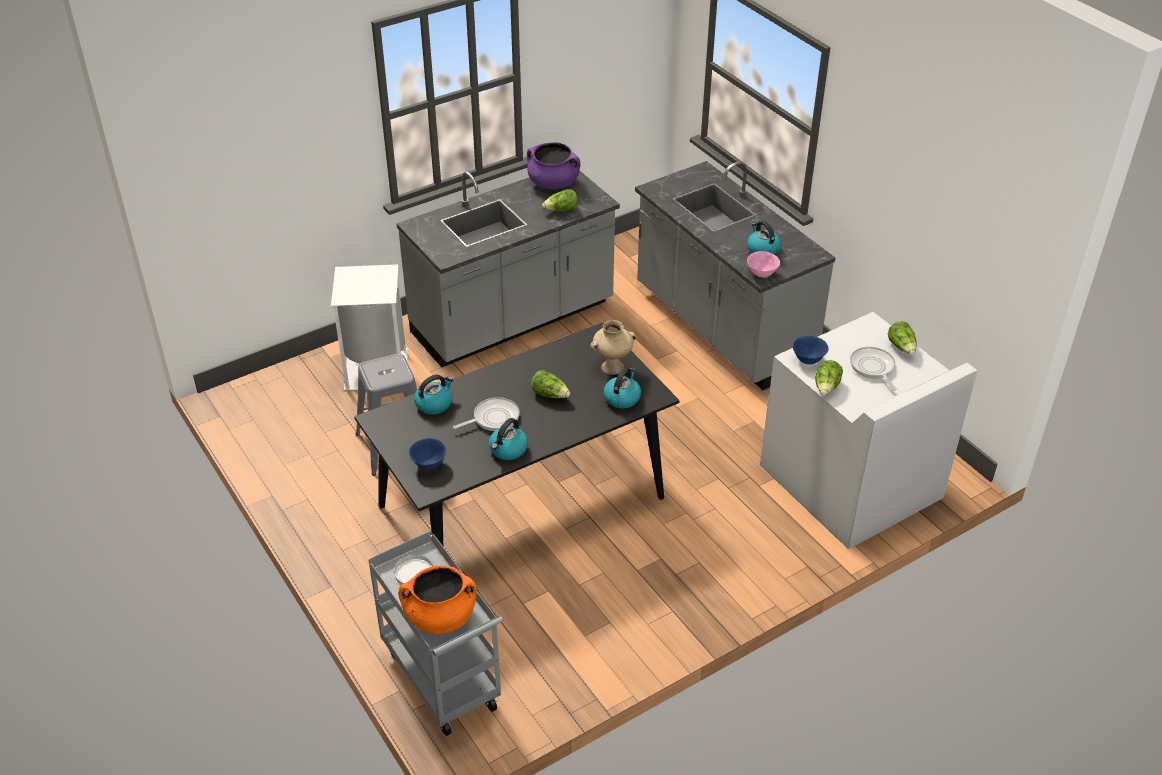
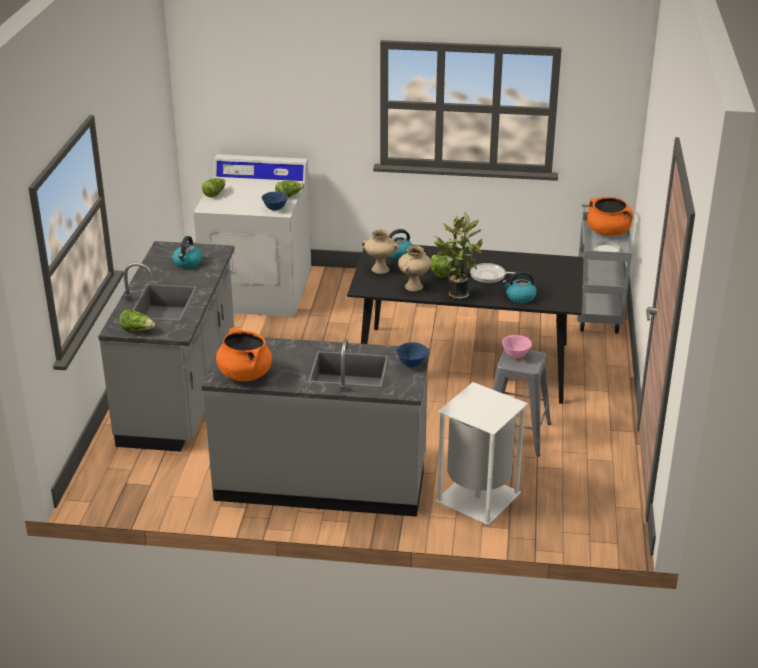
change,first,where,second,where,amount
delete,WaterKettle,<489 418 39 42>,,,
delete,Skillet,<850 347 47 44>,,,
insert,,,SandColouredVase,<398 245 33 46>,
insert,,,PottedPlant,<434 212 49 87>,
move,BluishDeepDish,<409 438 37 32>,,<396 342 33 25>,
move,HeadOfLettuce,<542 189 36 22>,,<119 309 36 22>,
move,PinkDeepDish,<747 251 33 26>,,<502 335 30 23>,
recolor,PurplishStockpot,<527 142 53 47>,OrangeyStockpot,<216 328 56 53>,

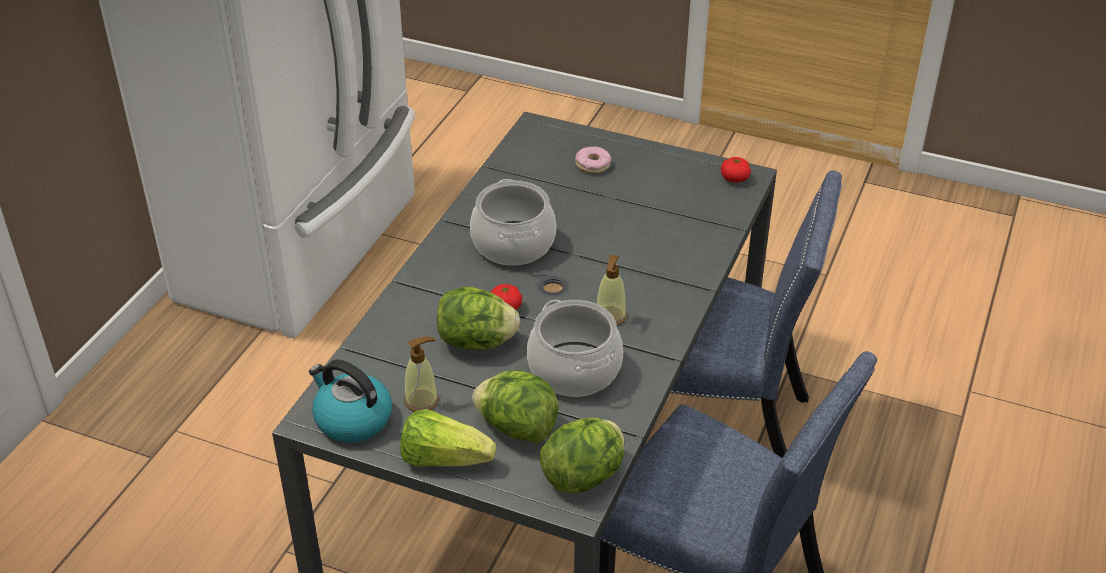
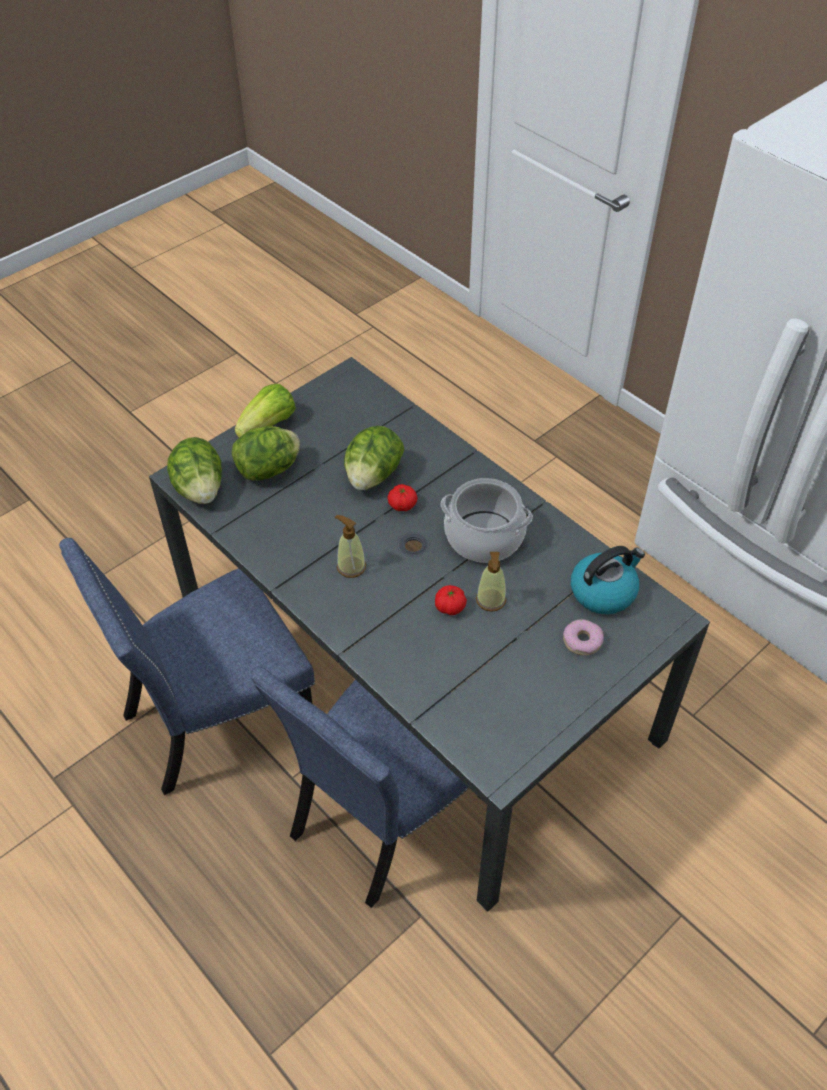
change,first,where,second,where,amount
delete,Stockpot,<527 300 96 97>,,,
move,WaterKettle,<309 360 83 83>,,<571 546 74 68>,
move,SoapDispenser,<404 337 35 75>,,<476 552 30 60>,
move,FreshTomato,<721 157 30 26>,,<435 585 32 30>,

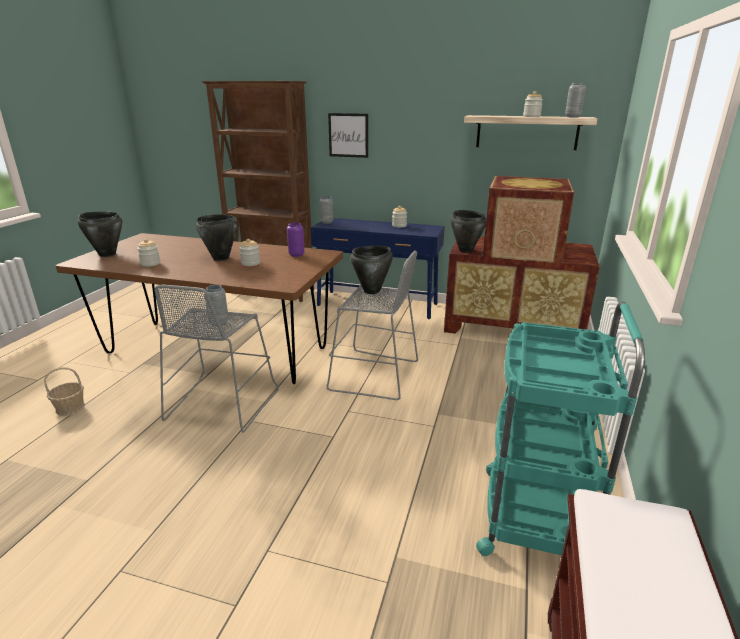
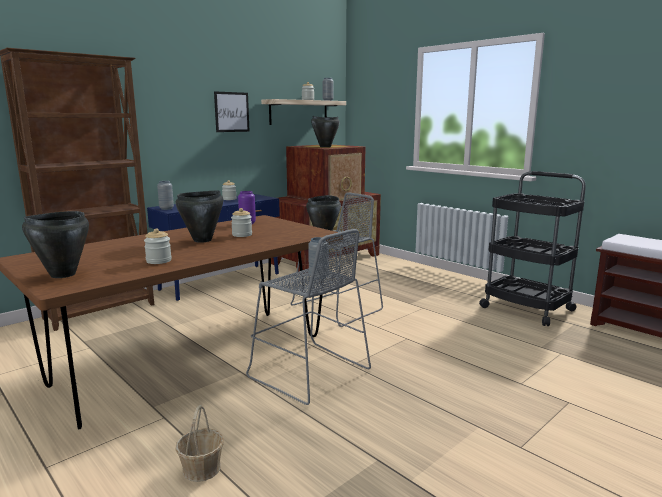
change,first,where,second,where,amount
move,Picture,<328 113 40 45>,,<214 91 36 41>,
move,BlackStockpot,<450 210 36 43>,,<311 116 29 31>,
recolor,TurquoiseColouredTrolley,<476 302 169 254>,BlackTrolley,<479 171 107 155>,

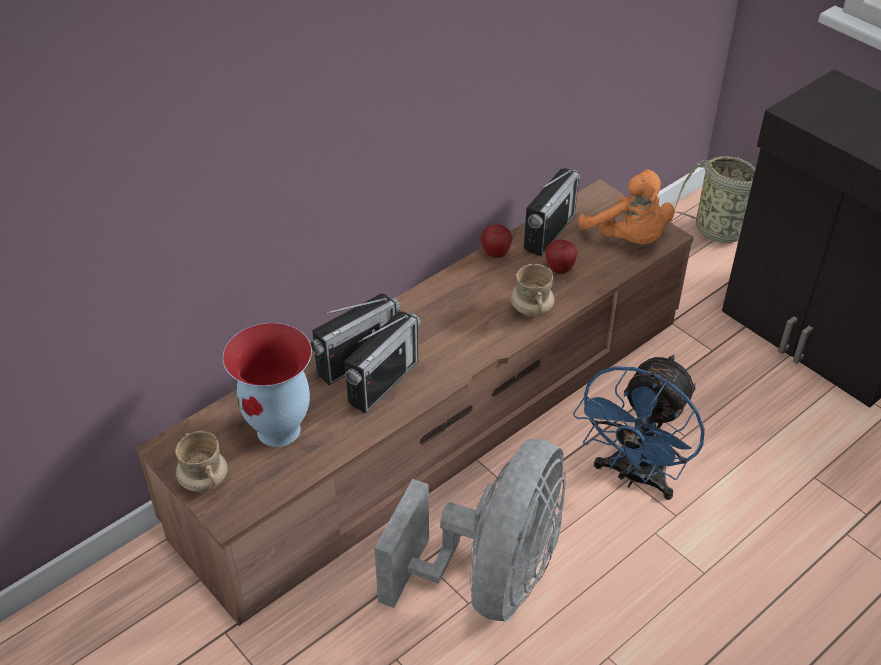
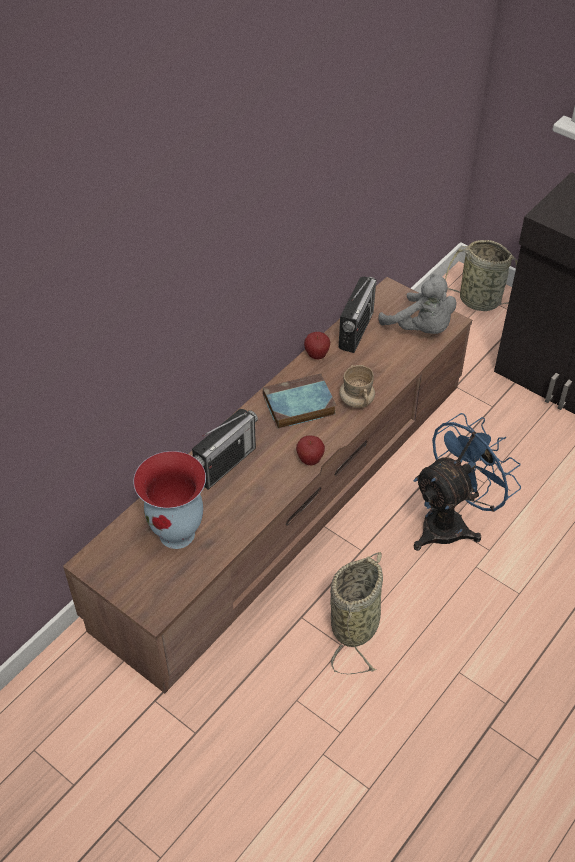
change,first,where,second,where,amount
delete,SandColouredMug,<175 431 53 61>,,,
delete,RadioReceiver,<345 312 76 101>,,,
insert,,,Book,<263 374 74 55>,
move,AppleFruit,<545 240 33 34>,,<296 435 29 30>,
replace,GreyCoolingFan,<374 438 192 183>,HouseholdBasket,<330 552 53 122>,
recolor,OrangeyCuddlyToy,<578 169 97 75>,GreyCuddlyToy,<378 274 78 60>,
rotate,BluishCoolingFan,<573 355 132 145>,,<413 413 108 138>,150 degrees counterclockwise

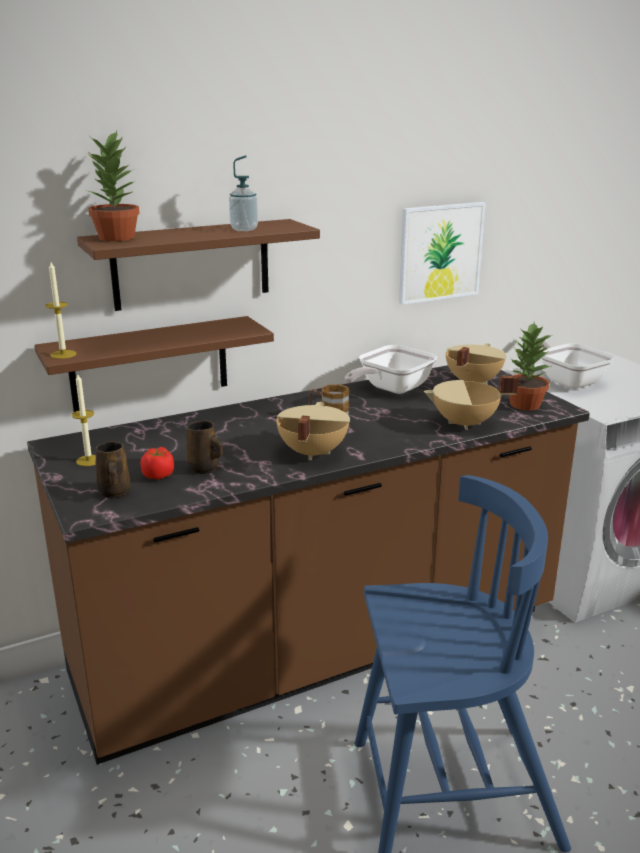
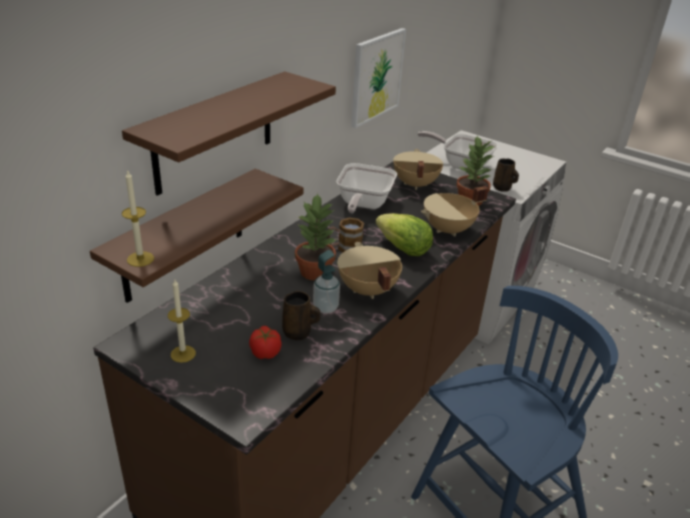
change,first,where,second,where,amount
insert,,,HeadOfLettuce,<376 213 57 43>,
move,PottedPlant,<87 131 53 110>,,<295 193 43 88>,
move,BrownMug,<95 441 36 57>,,<493 158 26 34>,
move,SoapDispenser,<229 155 29 76>,,<313 250 27 64>,

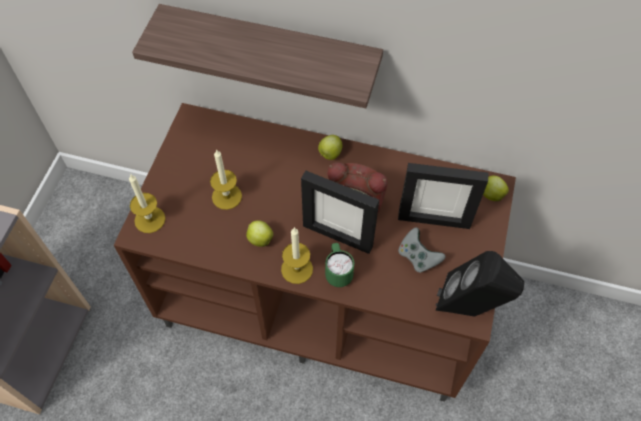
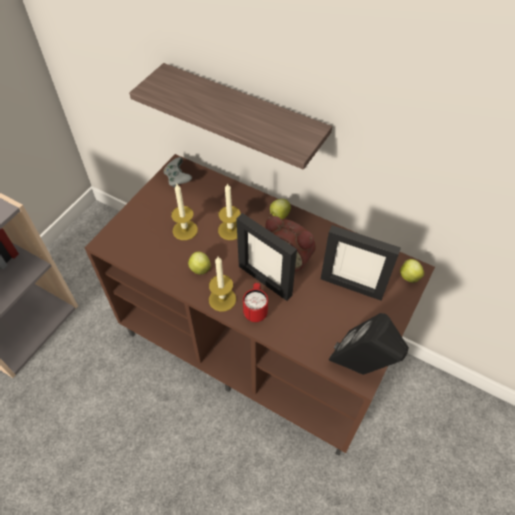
change,first,where,second,where,amount
move,WaxLight,<129 175 37 58>,,<218 183 23 57>,
move,GreyGameController,<398 227 48 46>,,<164 157 28 31>,
recolor,GreenishMug,<325 243 29 44>,RedColouredMug,<243 283 25 39>,

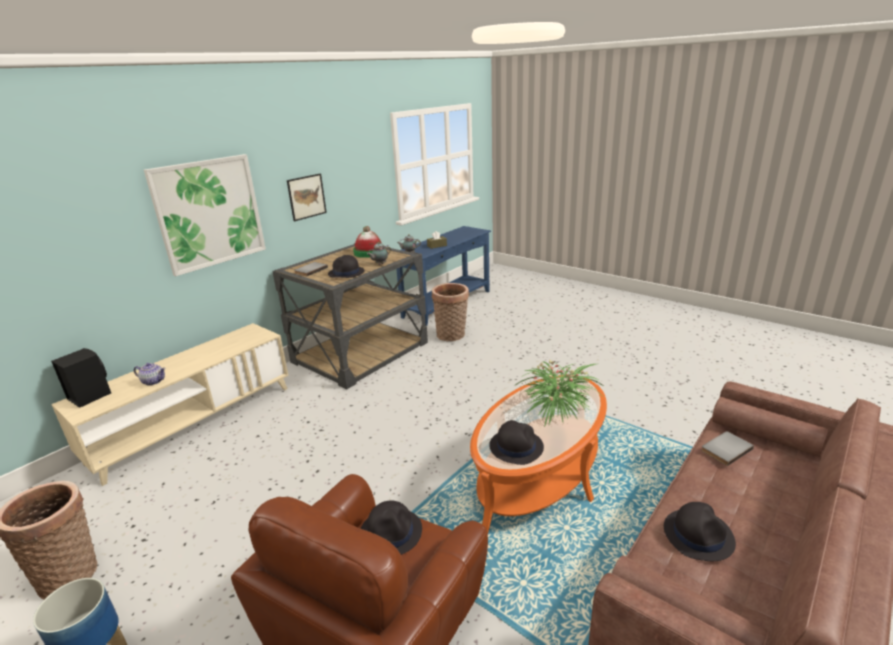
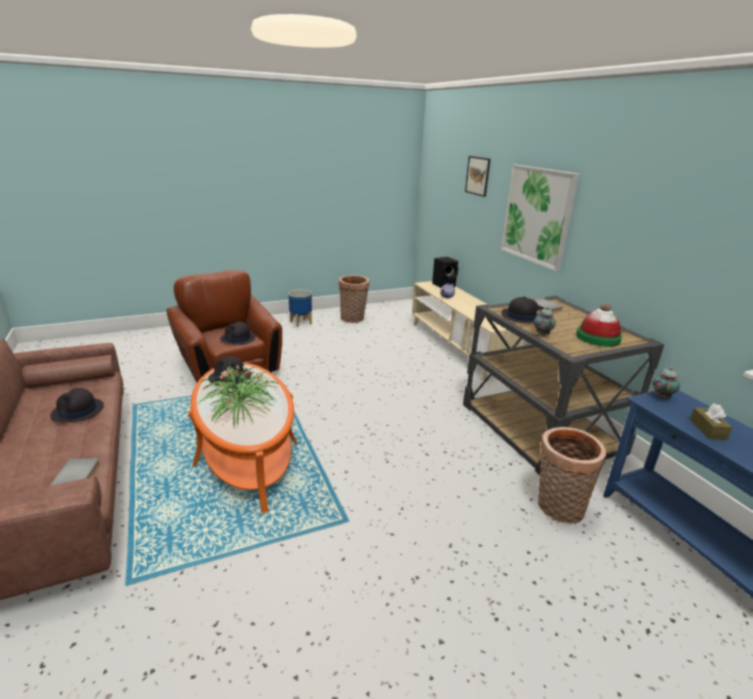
change,first,where,second,where,amount
move,Picture,<287 174 40 47>,,<465 156 25 41>,

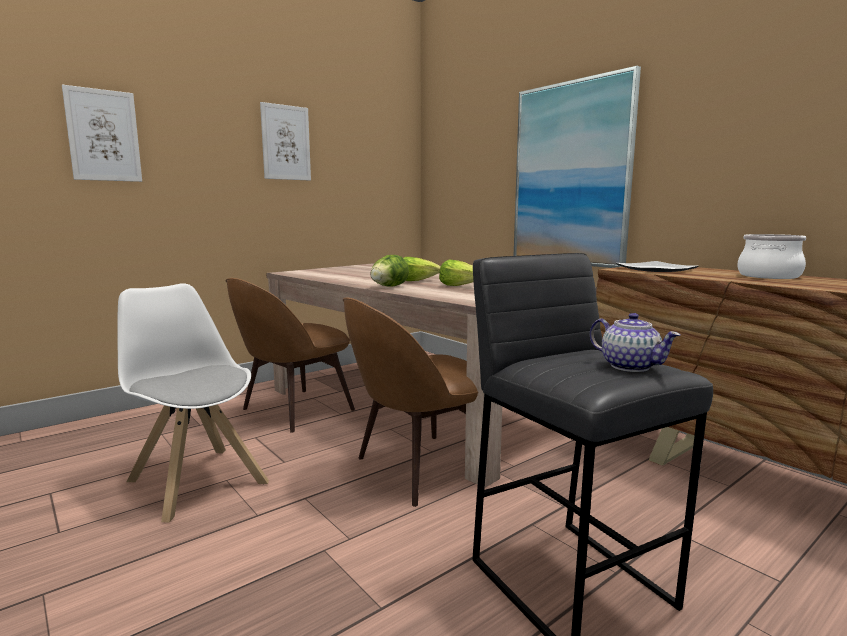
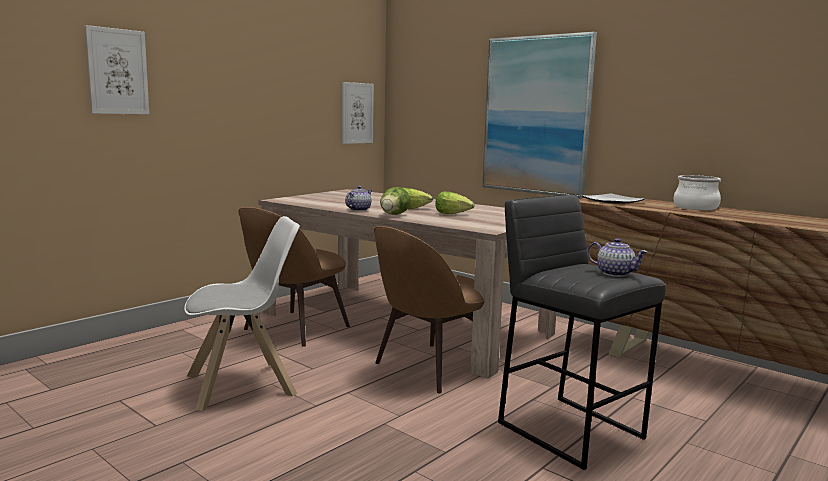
change,first,where,second,where,amount
insert,,,TeaPot,<345 186 27 25>,
move,Picture,<260 102 51 79>,,<342 82 32 62>,
rotate,UprightChair,<117 283 152 240>,,<184 216 116 195>,120 degrees clockwise

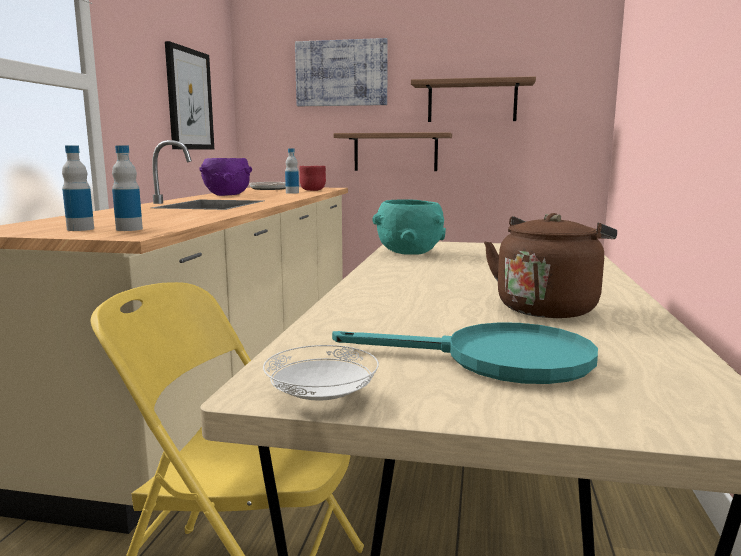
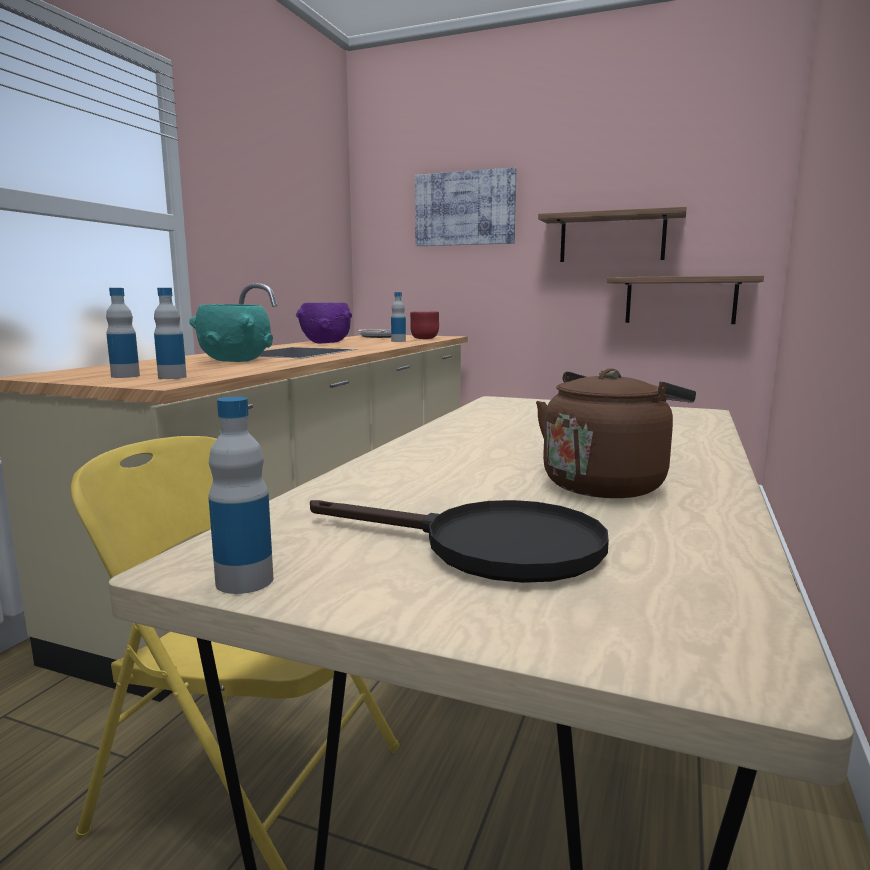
change,first,where,second,where,amount
delete,Picture,<165 41 50 109>,,,
move,Shelf,<334 132 118 39>,,<607 275 157 49>,
move,TurquoiseColouredDeepDish,<372 199 74 55>,,<189 304 84 58>,
replace,WhitishDinnerPlate,<263 345 116 56>,Bottle,<208 397 66 197>,
recolor,TurquoiseColouredSkillet,<332 322 266 62>,BlackSkillet,<310 500 299 83>,

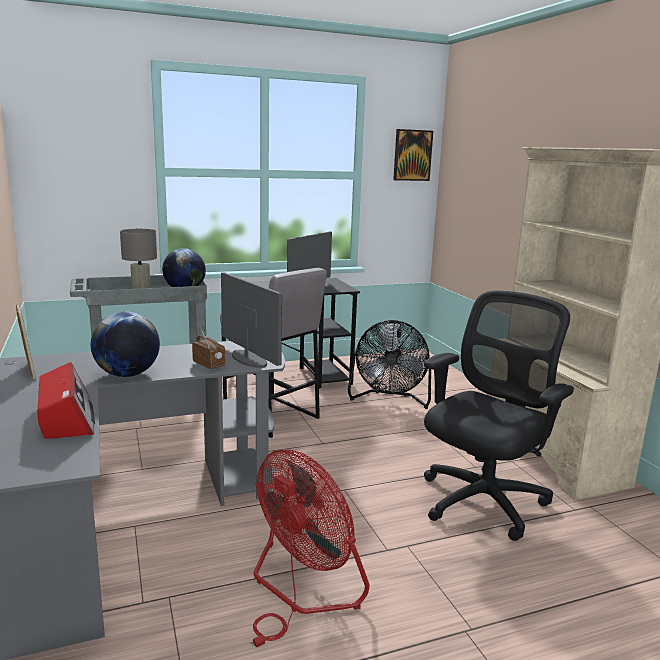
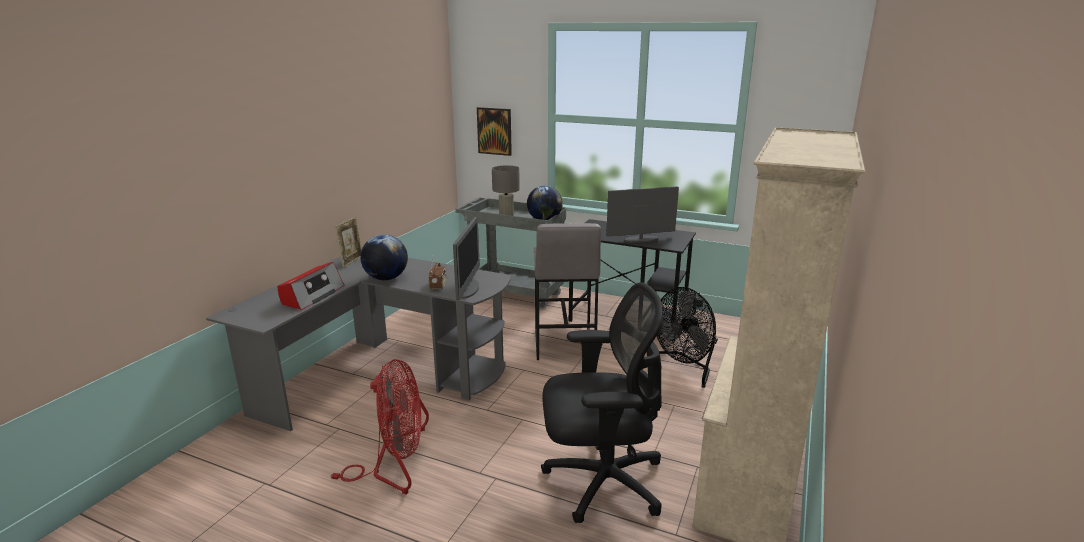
change,first,where,second,where,amount
move,Picture,<393 129 40 52>,,<477 107 35 49>,

